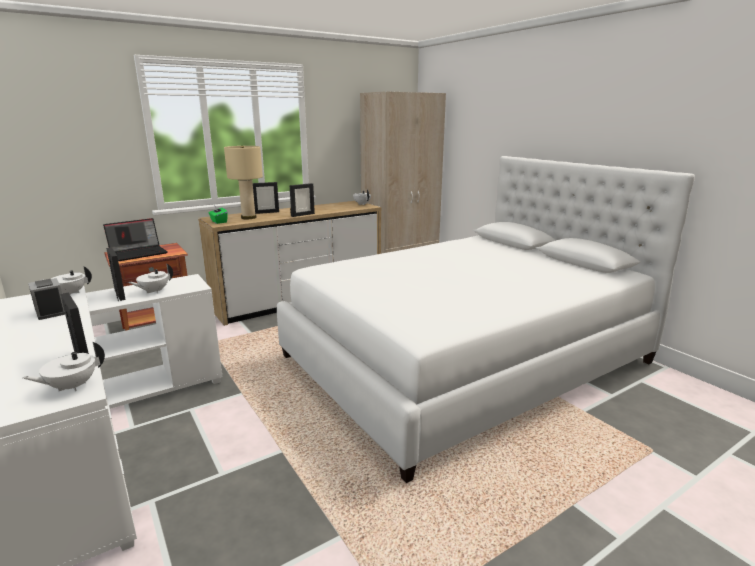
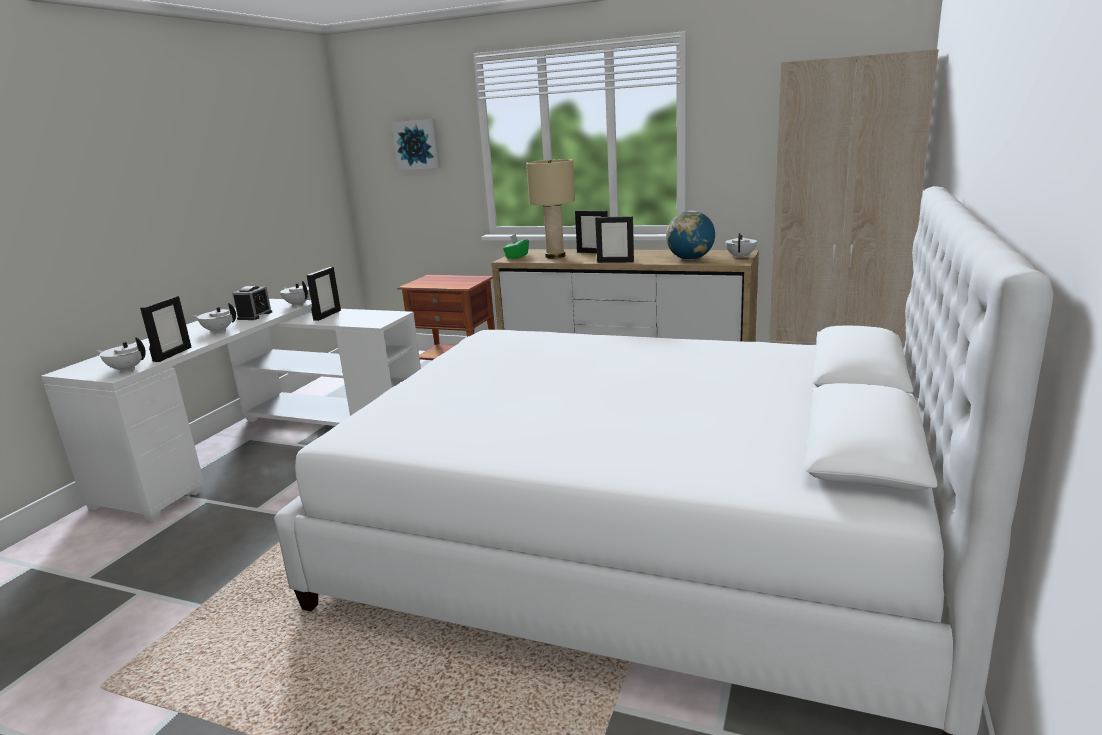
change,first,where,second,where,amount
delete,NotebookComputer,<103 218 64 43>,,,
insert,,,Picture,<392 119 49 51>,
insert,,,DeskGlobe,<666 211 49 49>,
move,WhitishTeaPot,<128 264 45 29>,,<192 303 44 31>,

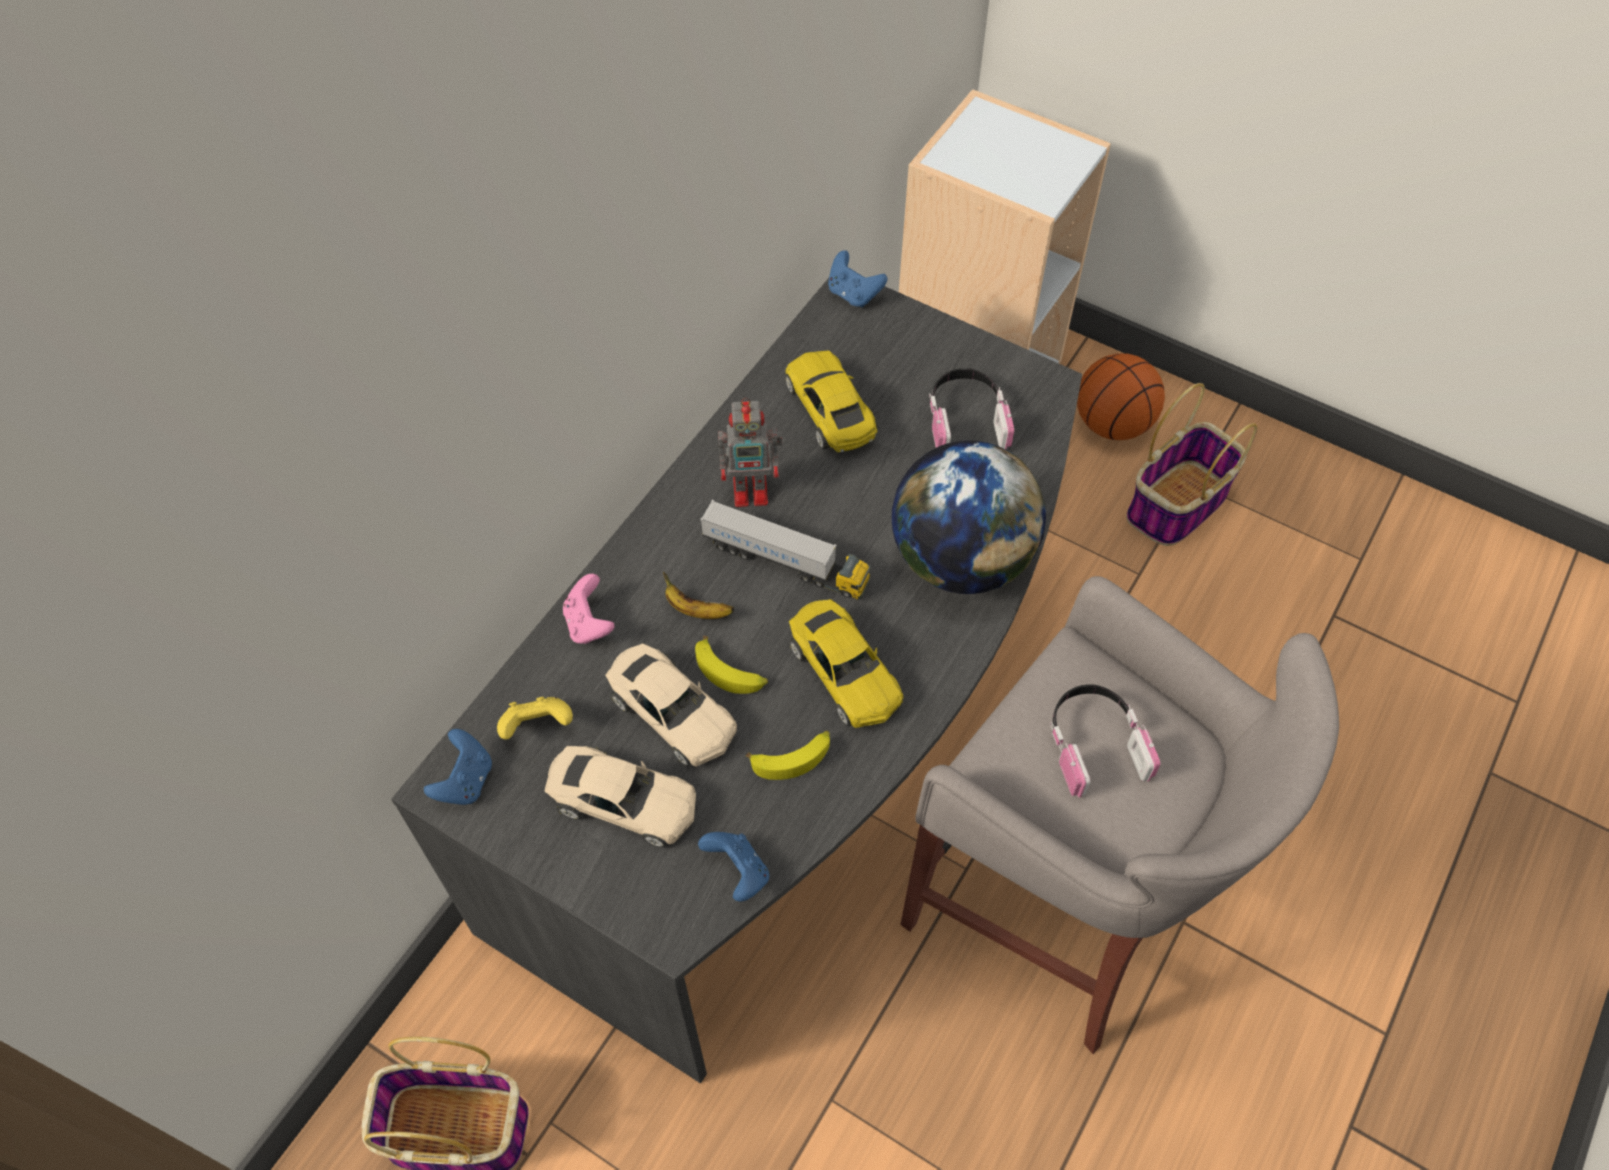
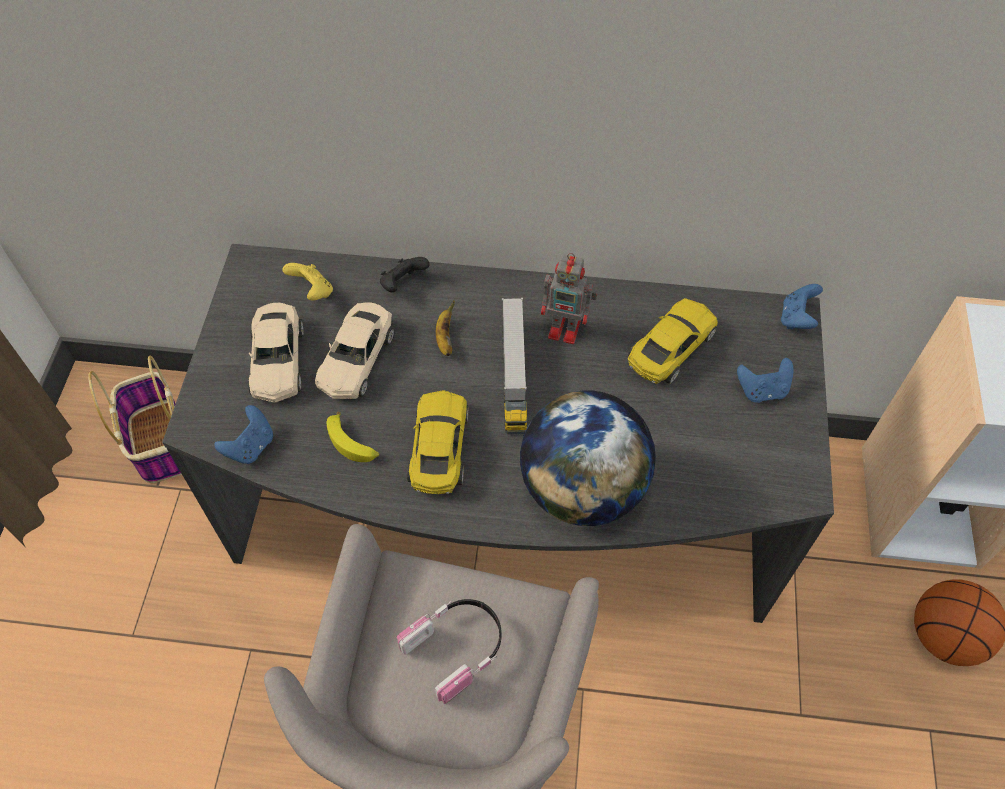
change,first,where,second,where,amount
delete,BananaFruit,<695 636 73 58>,,,
delete,Headphones,<929 368 85 81>,,,
delete,HouseholdBasket,<1126 383 131 163>,,,
move,BluishGameController,<424 729 68 76>,,<737 358 56 45>,
recolor,PinkGameController,<563 574 51 70>,BlackGameController,<380 257 50 35>,
rotate,ModelRobot,<718 398 64 109>,,<541 253 56 91>,45 degrees counterclockwise
rotate,YellowColouredToyCar,<789 599 114 129>,,<407 390 62 104>,150 degrees clockwise

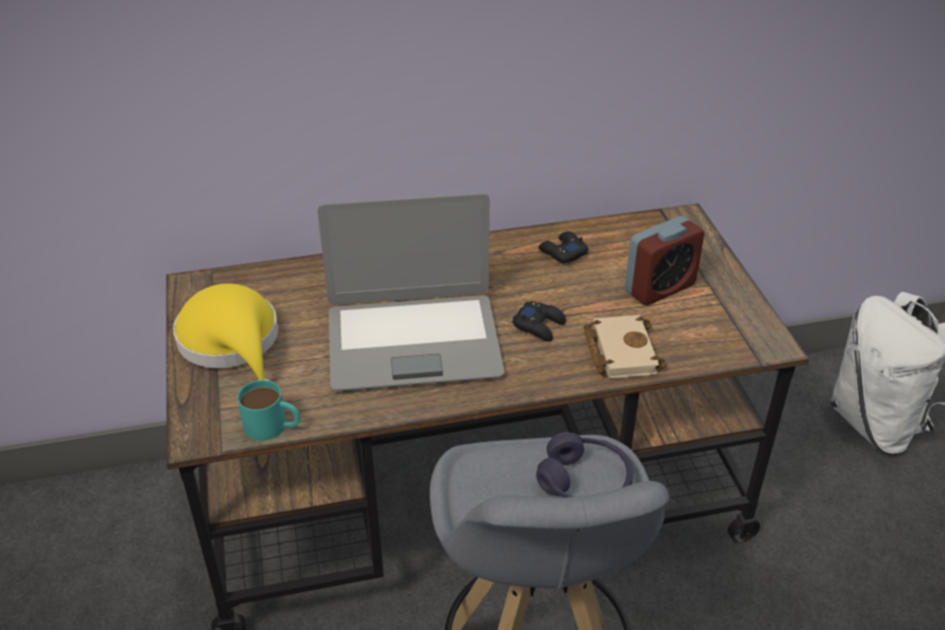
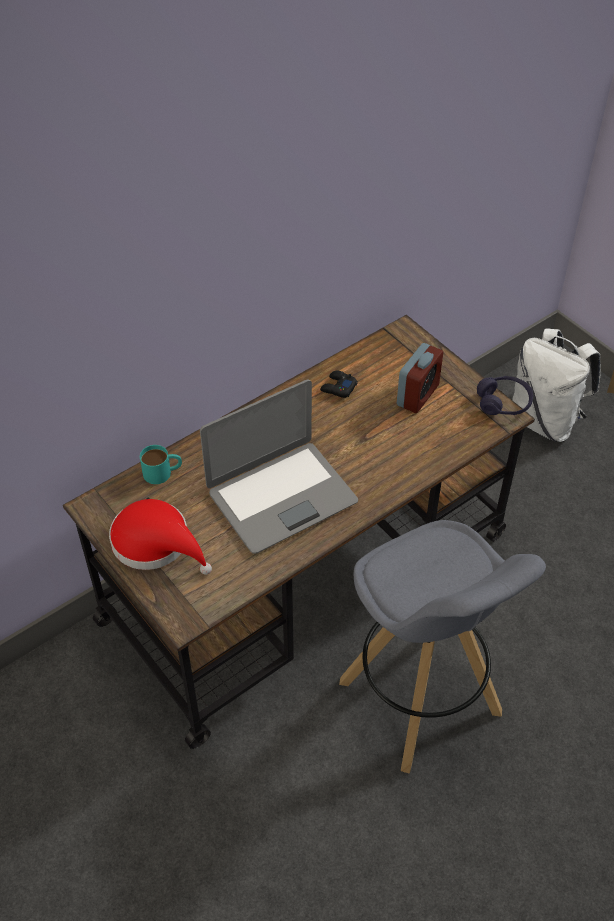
change,first,where,second,where,amount
delete,BlackGameController,<512 301 54 41>,,,
delete,SandColouredBook,<584 315 83 64>,,,
move,TurquoiseColouredMug,<237 380 63 61>,,<140 445 42 39>,
move,PurplishHeadphones,<536 432 98 66>,,<477 376 56 39>,
recolor,YellowColouredClothingHat,<173 284 105 97>,RedColouredClothingHat,<109 499 103 76>,

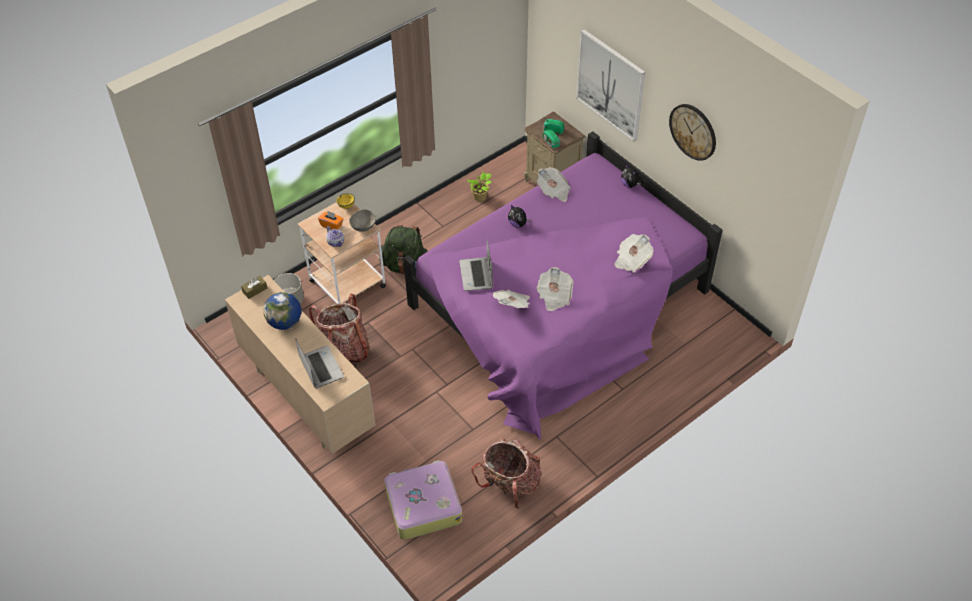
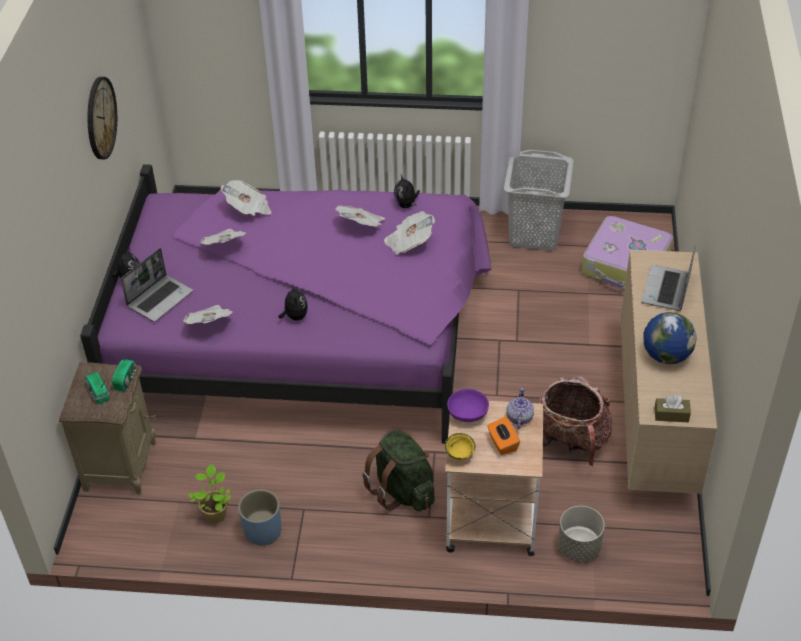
change,first,where,second,where,amount
delete,Picture,<576 29 69 113>,,,
insert,,,PrintedPaper,<200 229 47 16>,
insert,,,BluishPlanter,<238 489 43 56>,
insert,,,CuddlyToy,<394 175 26 33>,
move,NotebookComputer,<459 240 34 51>,,<121 248 72 74>,
replace,Rucksack,<472 438 69 71>,GreyLaundryBasket,<504 150 70 101>,
recolor,GreyDeepDish,<349 209 27 23>,PurplishDeepDish,<447 389 42 33>,

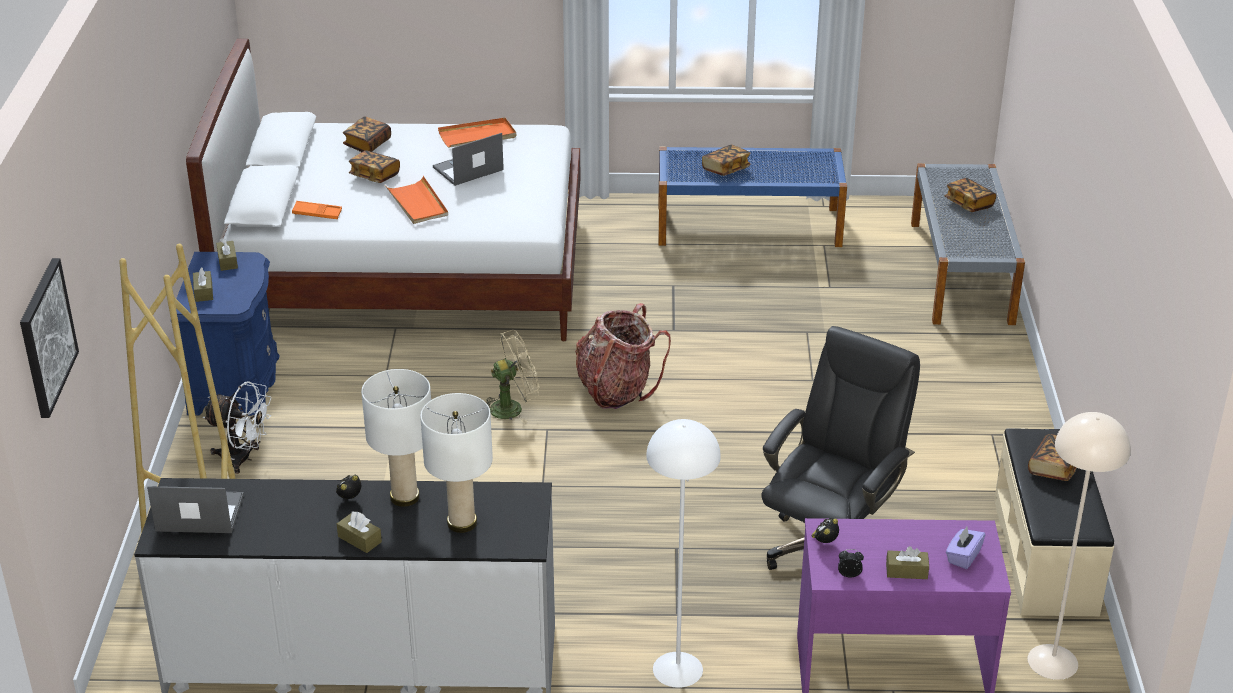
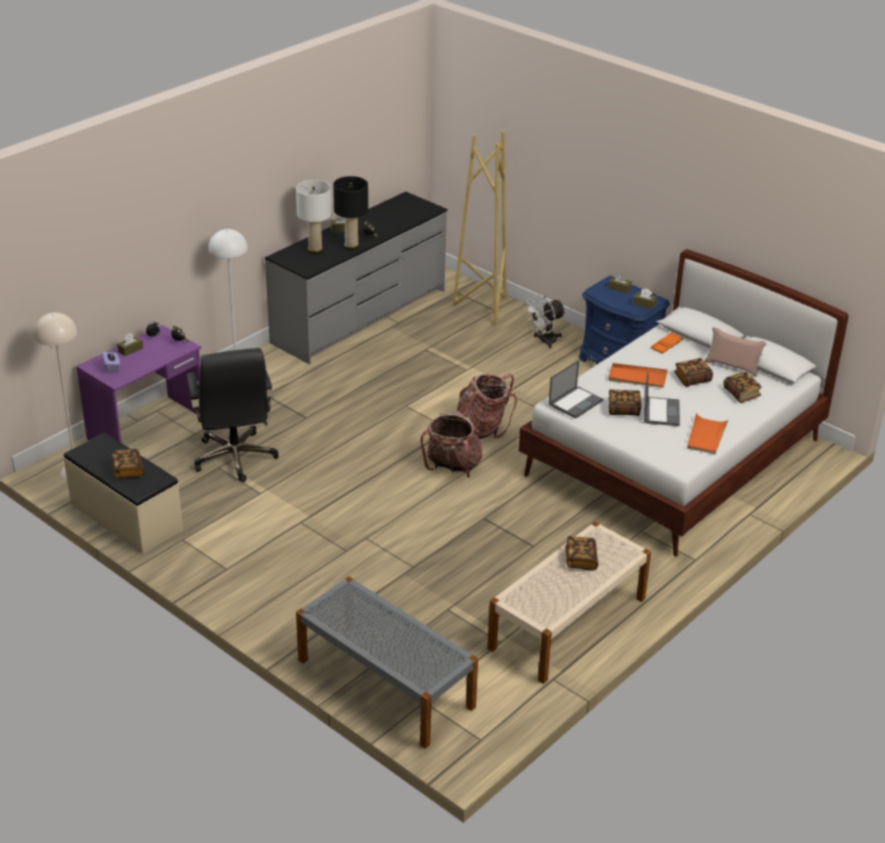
change,first,where,second,where,amount
delete,Picture,<20 258 59 160>,,,
insert,,,SandColouredThrowPillow,<704 327 62 50>,
move,NotebookComputer,<147 486 97 47>,,<549 360 54 59>,
move,Book,<945 178 51 34>,,<608 389 33 27>,
replace,SandColouredCoolingFan,<486 330 53 94>,Rucksack,<457 373 60 66>,
recolor,WhitishTableLamp,<361 369 70 138>,BlackTableLamp,<333 176 35 74>,
recolor,BluishIndoorBench,<658 147 189 100>,SandColouredIndoorBench,<487 521 164 163>,

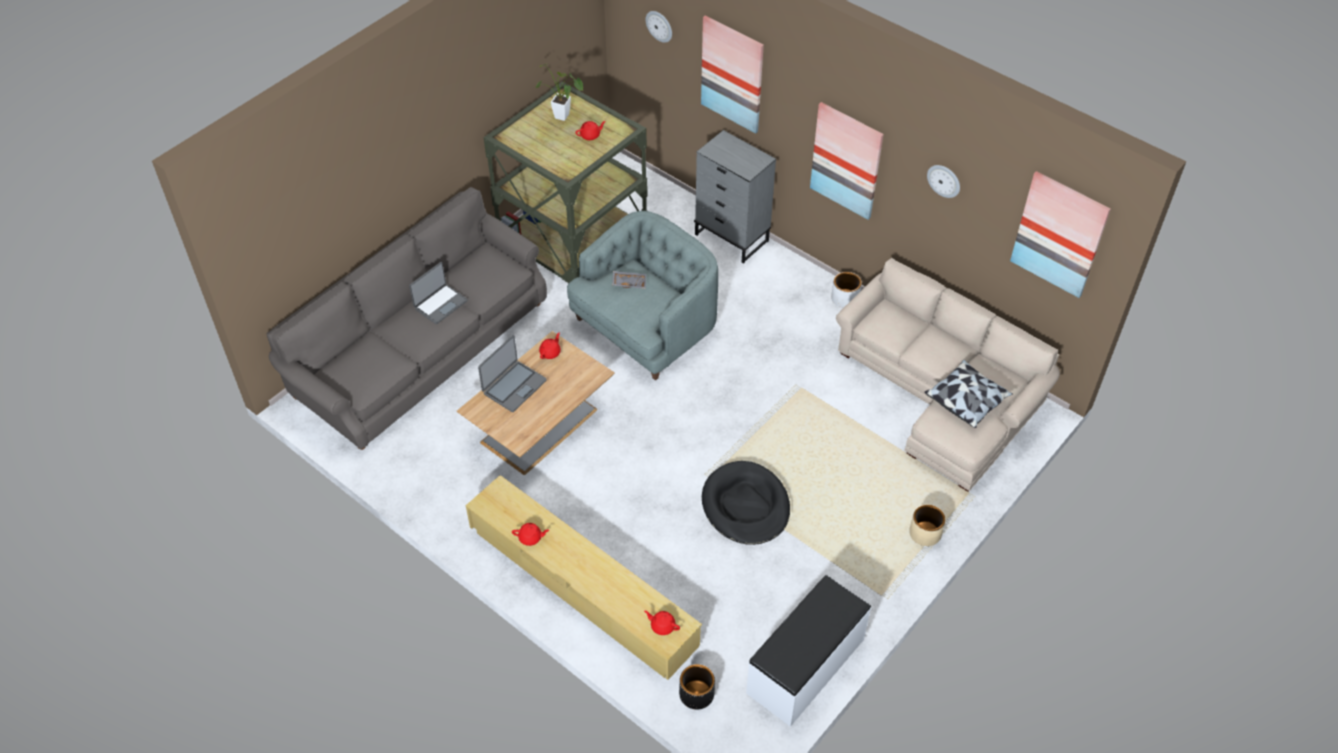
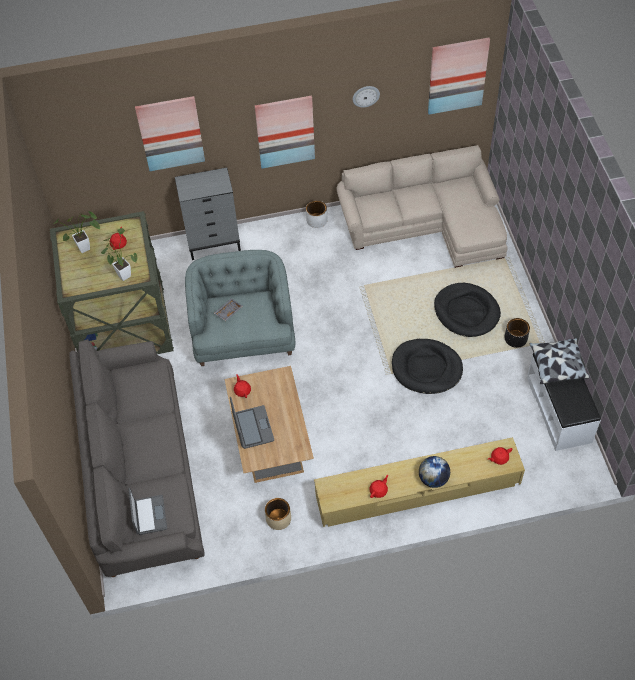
change,first,where,second,where,amount
delete,HangingClock,<646 11 26 32>,,,
insert,,,PottedPlant,<101 228 36 53>,
insert,,,DeskGlobe,<419 456 31 32>,
insert,,,BlackDogCushion,<434 283 67 54>,
move,NotebookComputer,<409 262 59 62>,,<128 488 39 47>,
move,BlackPlanter,<679 664 36 46>,,<505 318 25 30>,
move,SandColouredPlanter,<909 505 37 41>,,<265 498 26 32>,
move,ThrowPillow,<924 360 89 68>,,<530 338 60 46>,

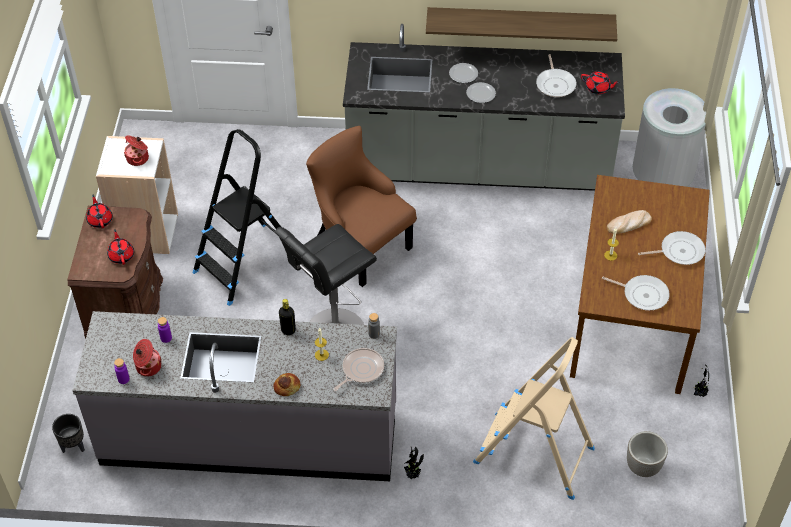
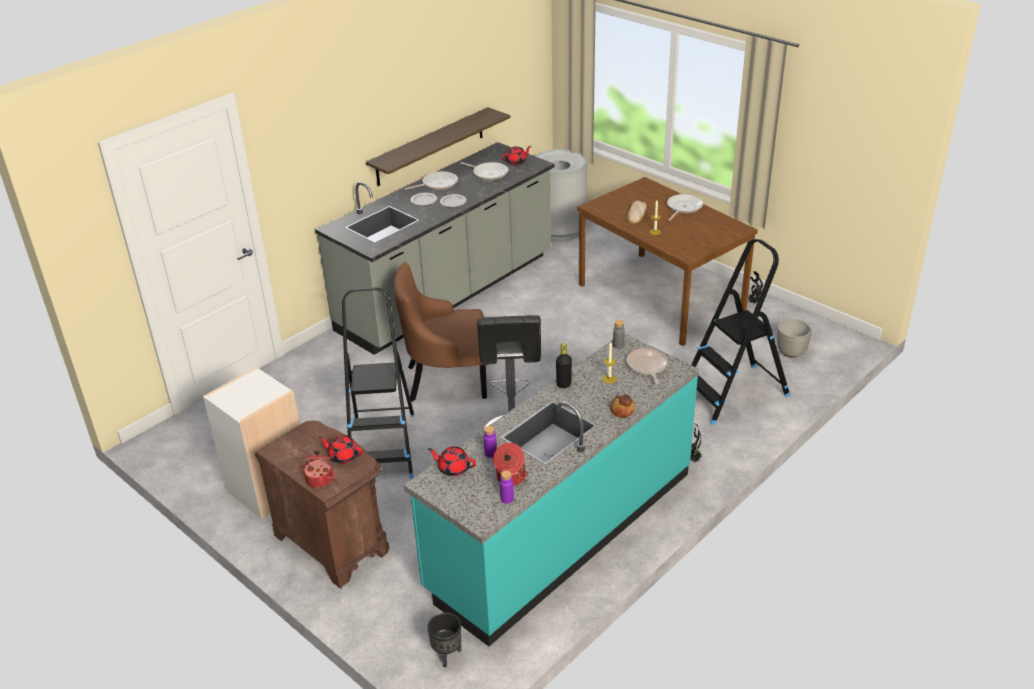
change,first,where,second,where,amount
move,RedColouredTeaPot,<86 195 27 34>,,<428 447 48 29>,
move,Stockpot,<124 135 25 31>,,<301 451 34 37>,
move,Skillet,<602 275 68 35>,,<404 171 54 19>,
recolor,GreyKitchenBaseUnit,<72 311 325 170>,TurquoiseColouredKitchenBaseUnit,<404 333 295 313>,
recolor,SandColouredStepladder,<473 337 122 163>,BlackStepladder,<691 239 99 186>,

